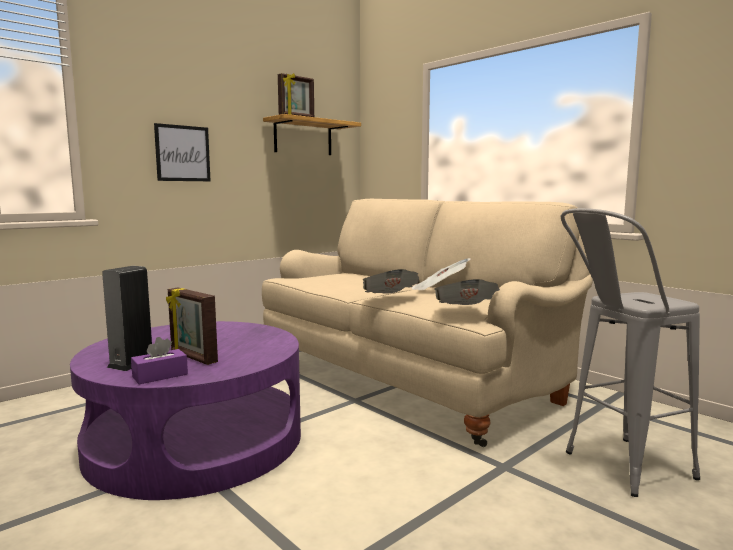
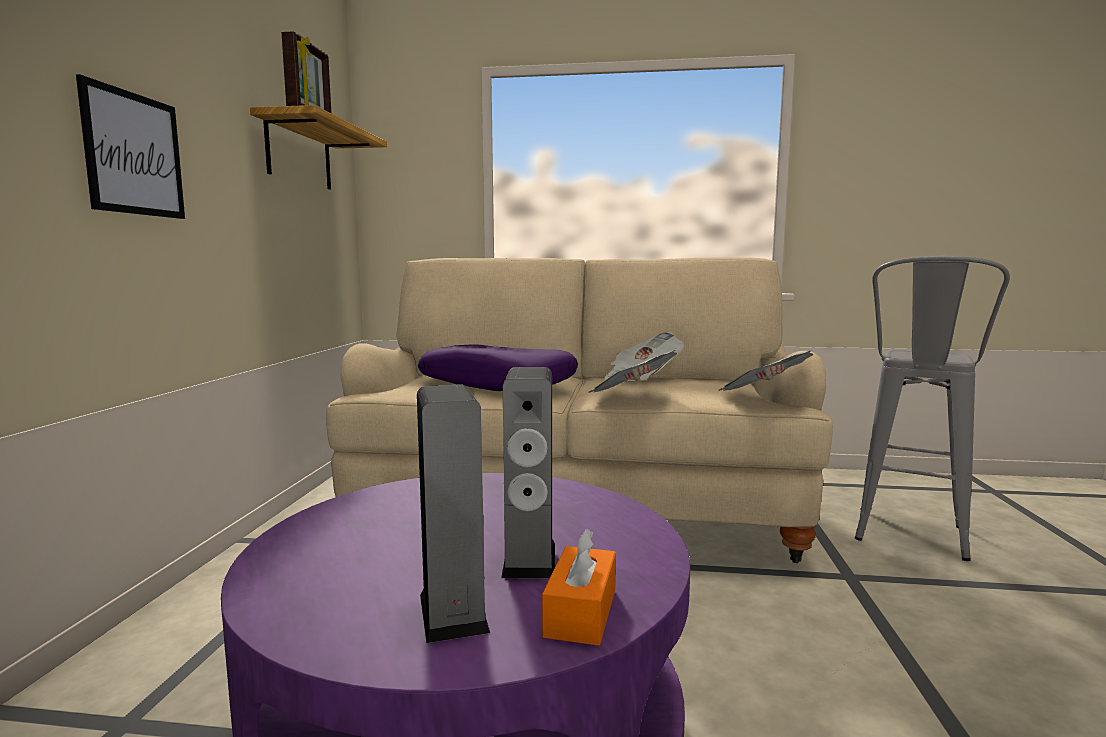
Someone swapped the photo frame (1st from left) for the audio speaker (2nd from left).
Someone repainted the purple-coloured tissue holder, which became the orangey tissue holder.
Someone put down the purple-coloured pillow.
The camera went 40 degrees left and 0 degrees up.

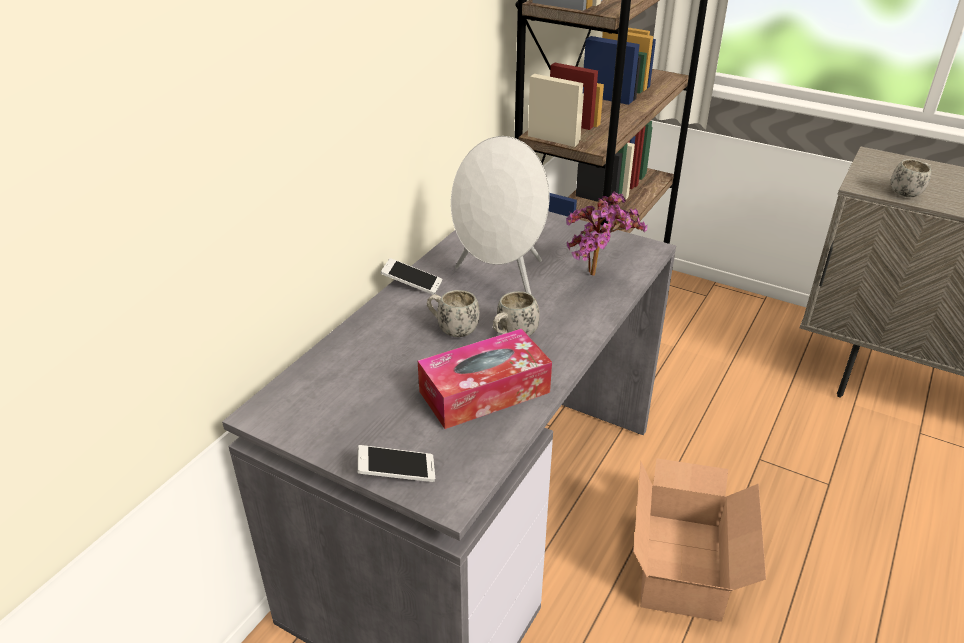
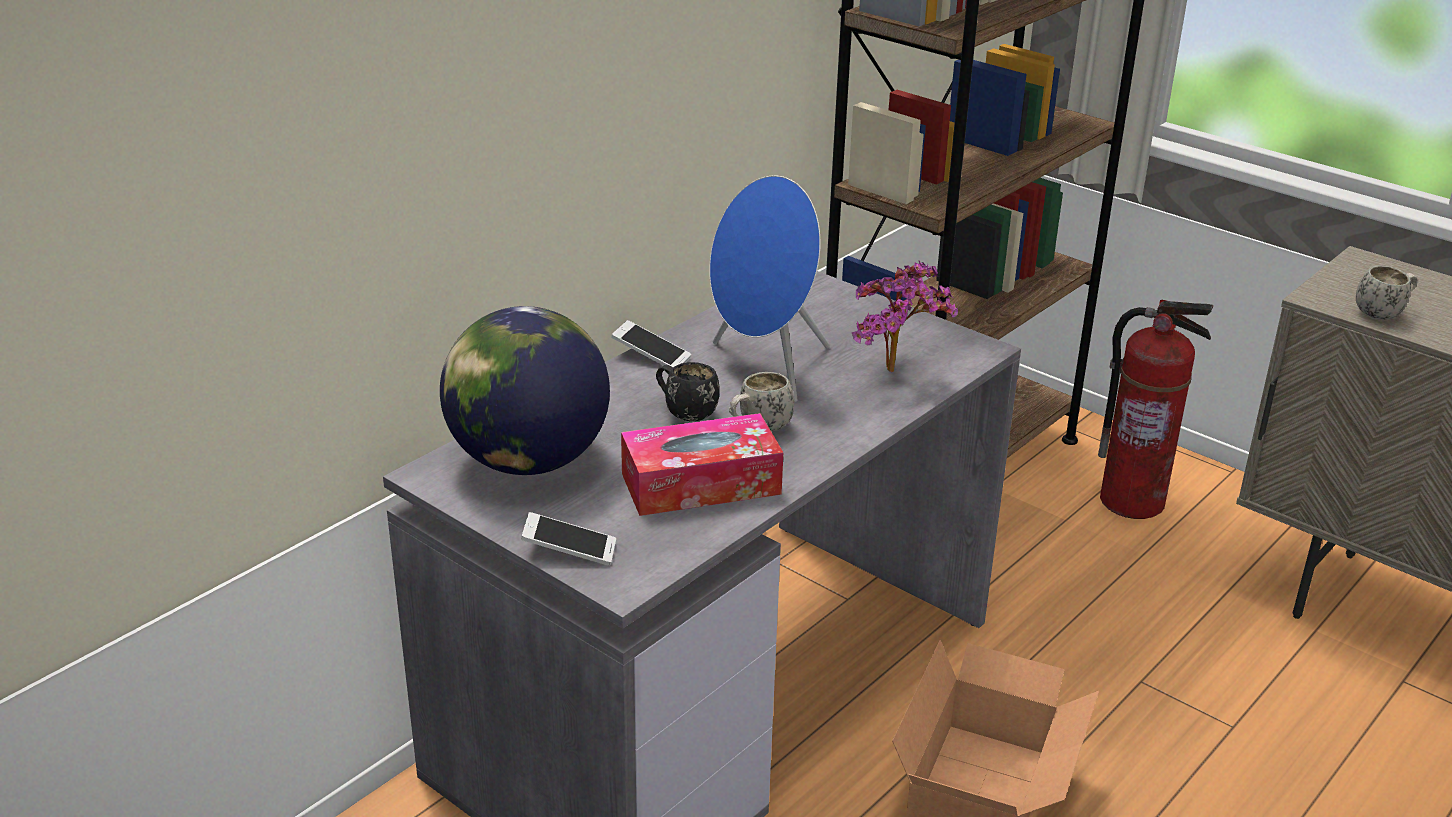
Someone repainted the whitish audio speaker, which became the blue-coloured audio speaker.
Someone repainted the whitish mug (1st from left), which became the black-coloured mug.
Someone put down the fire-fighting cylinder.
Someone put down the desk globe.
The camera went 10 degrees right and 5 degrees down.

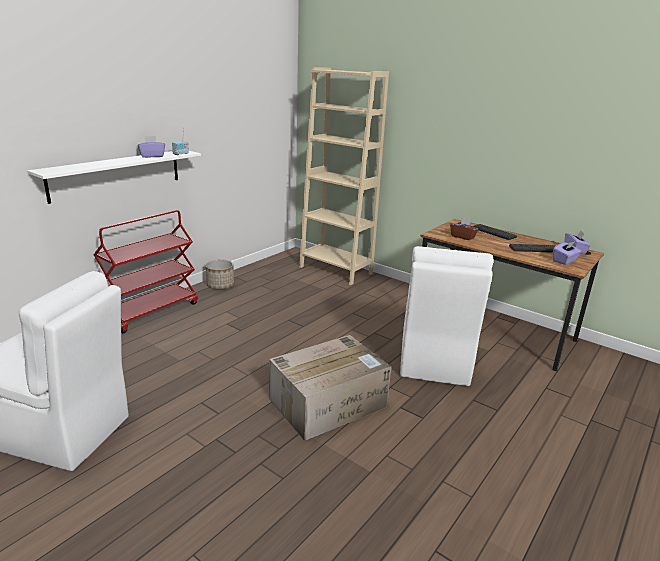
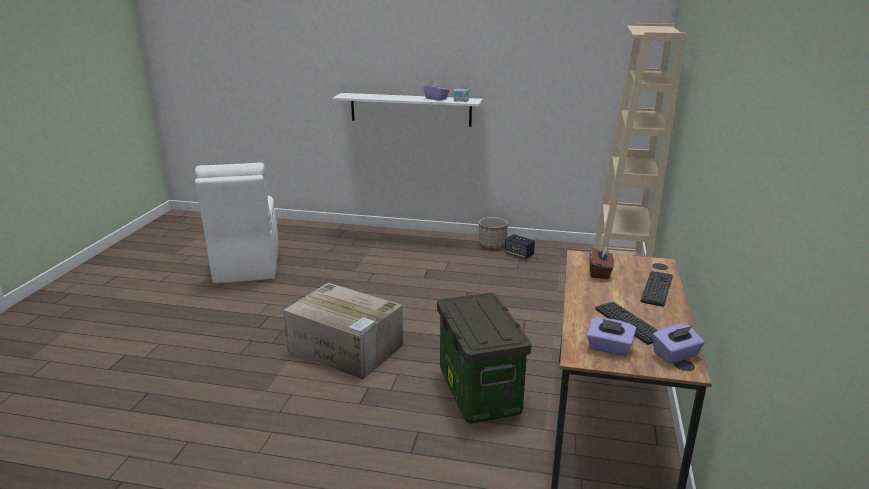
Someone took away the red cart.
Someone swapped the whitish chair (2nd from left) for the storage bin.
Someone put down the audio speaker.
The camera went 65 degrees right and 0 degrees up.

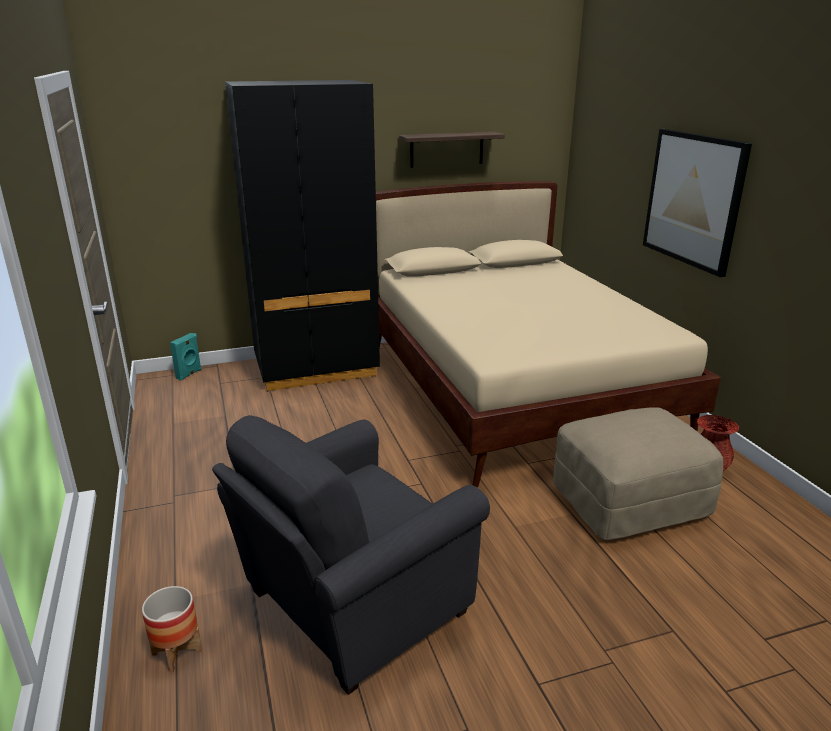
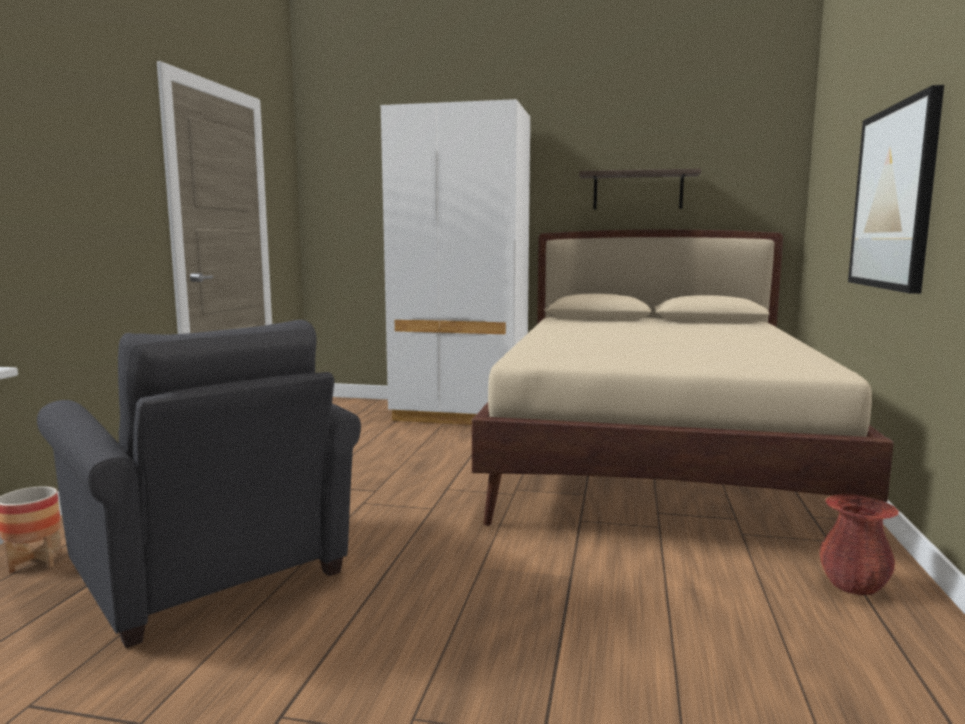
Someone repainted the black-coloured wardrobe, which became the whitish wardrobe.
Someone took away the turquoise-coloured audio speaker.
Someone took away the beige ottoman.
Someone rotated the grey easy chair by 120 degrees counterclockwise.
The camera went 30 degrees right and 15 degrees down.

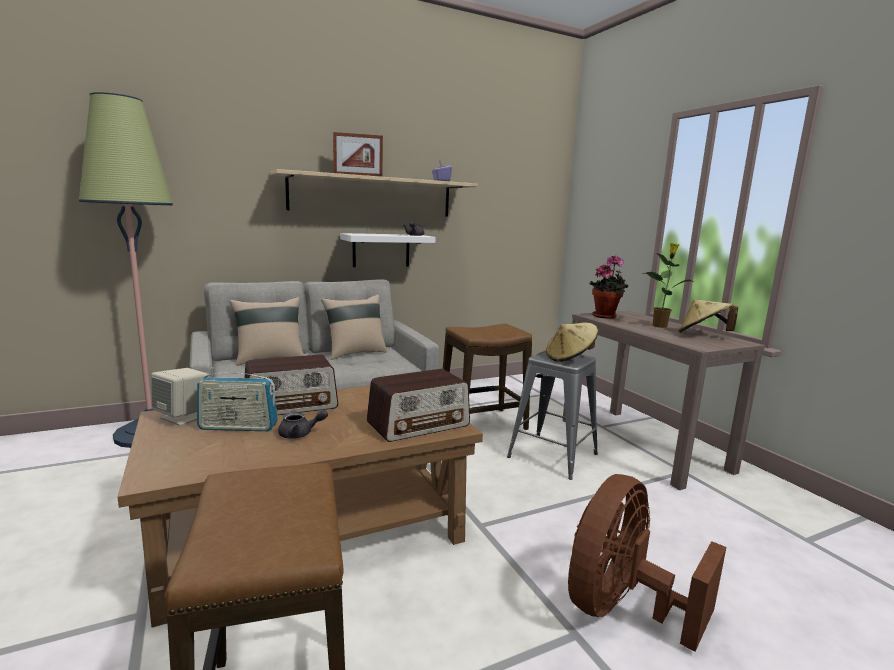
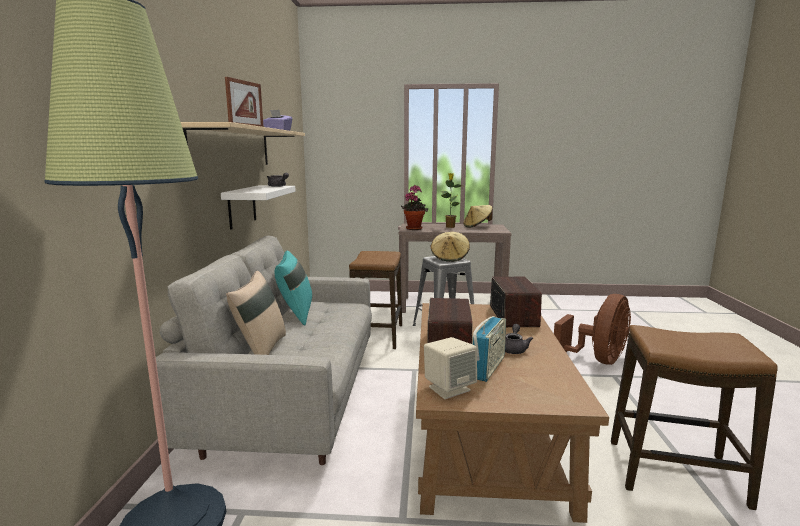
Someone repainted the beige pillow (2nd from left), which became the turquoise-coloured pillow.
Someone rotated the brownish fan by 120 degrees counterclockwise.
The camera went 60 degrees left and 0 degrees up.

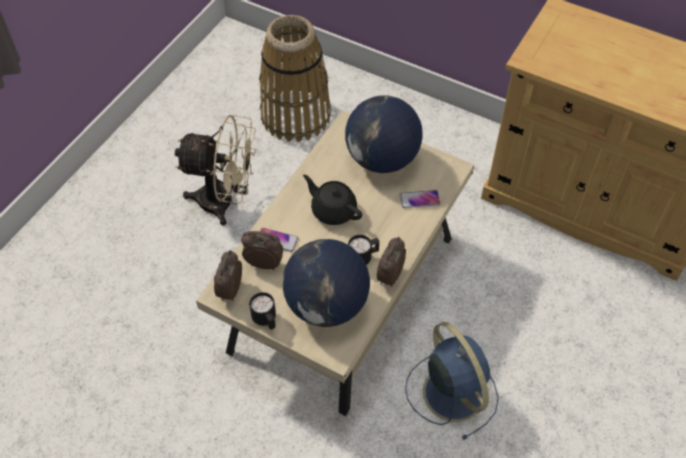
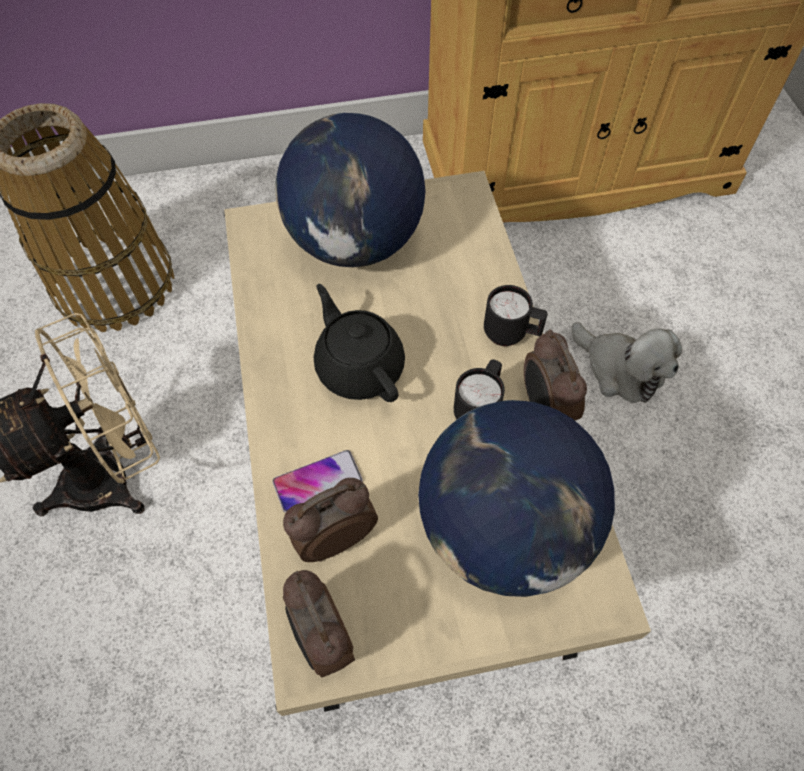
Someone rotated the black-coloured pot for tea by 60 degrees clockwise.
Someone took away the telephone (2nd from left).
Someone carried the black-coloured mug (1st from left in the first image).
Someone took away the blue-coloured fan.
Someone put down the plush toy.
The camera went 40 degrees left and 5 degrees up.

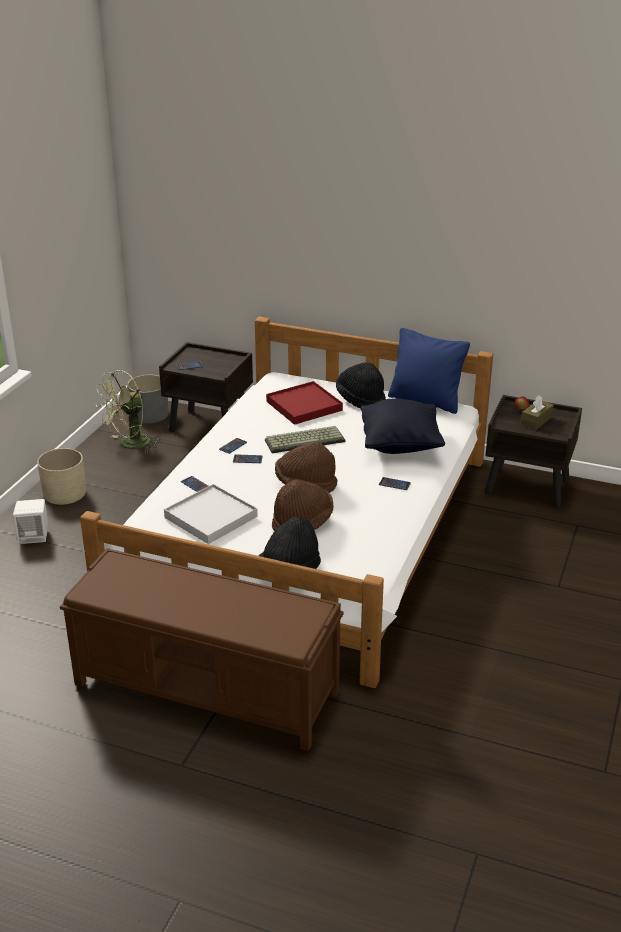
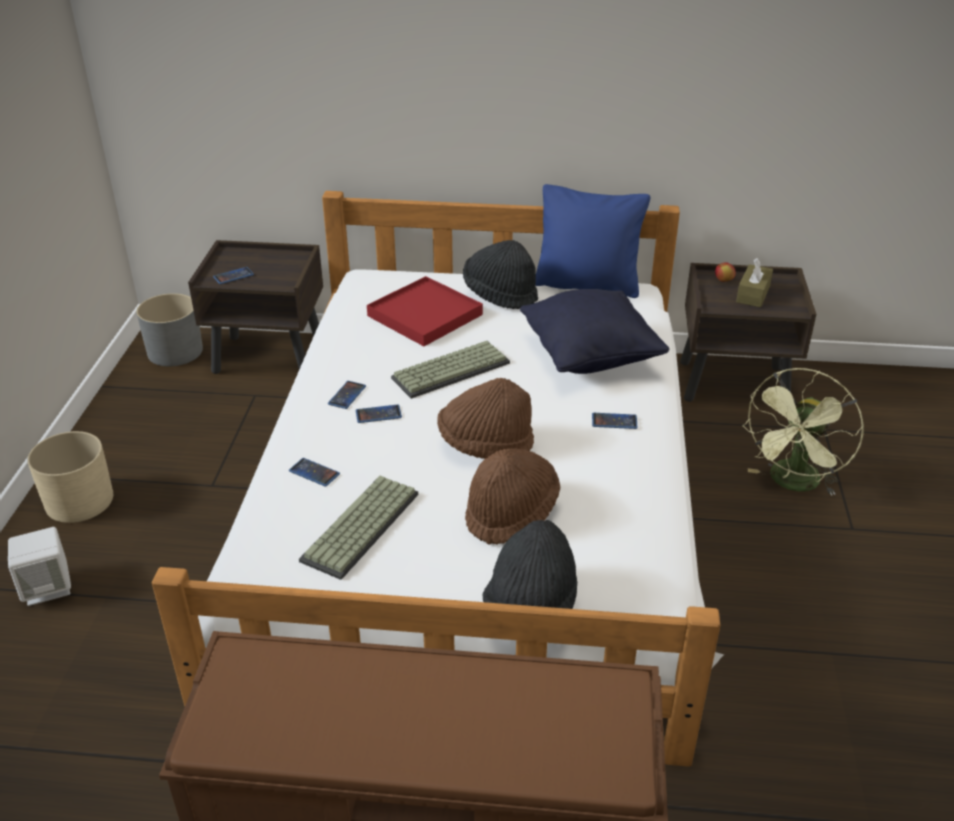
Someone carried the greenish fan.
Someone swapped the whitish tray for the PC keyboard (1st from left).
The camera went 15 degrees left and 5 degrees up.

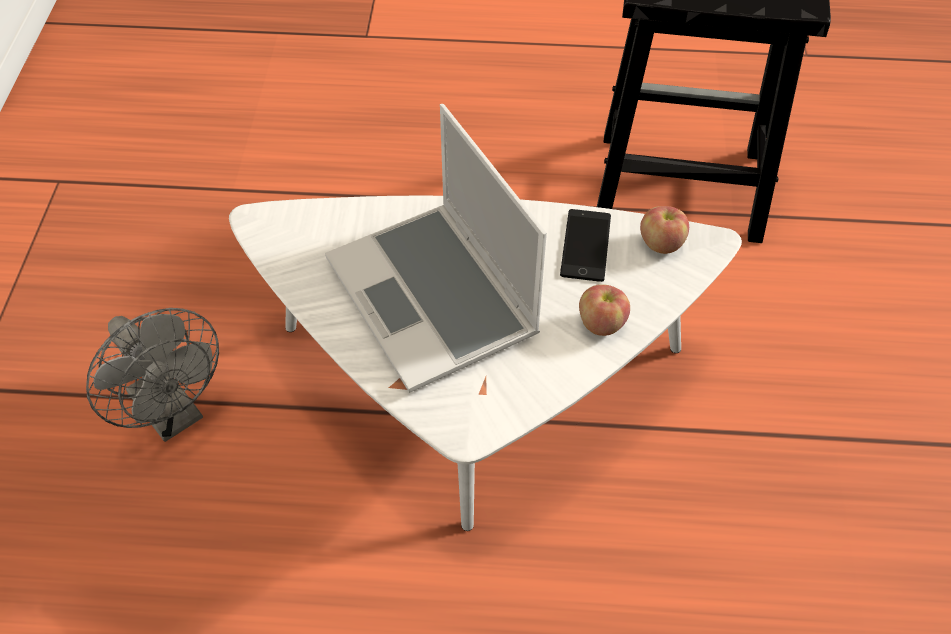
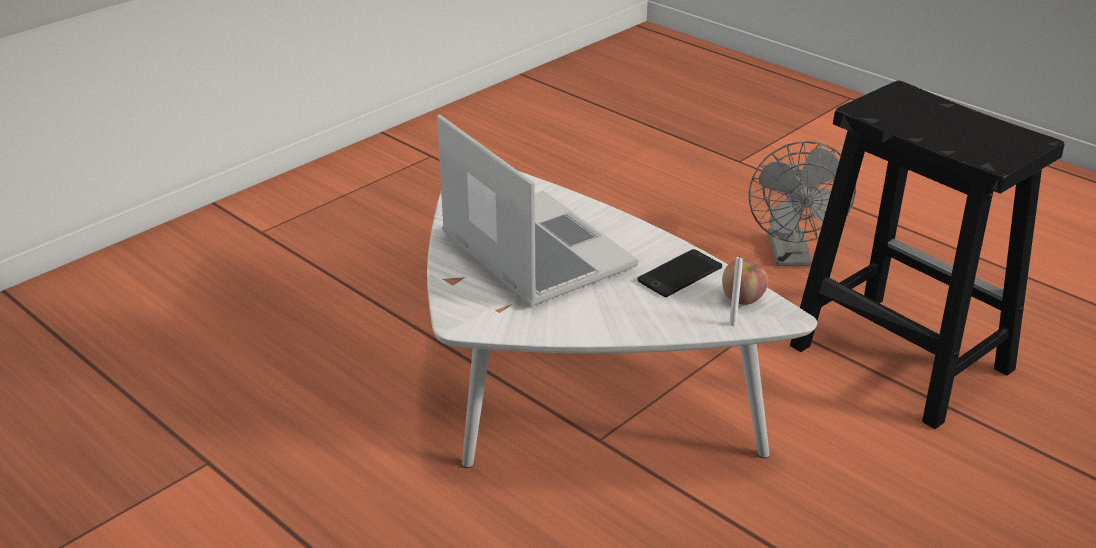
Someone rotated the portable computer by 135 degrees clockwise.
Someone took away the apple fruit (1st from left).
Someone carried the grey fan.
Someone put down the whitish candle.
The camera went 40 degrees right and 20 degrees down.

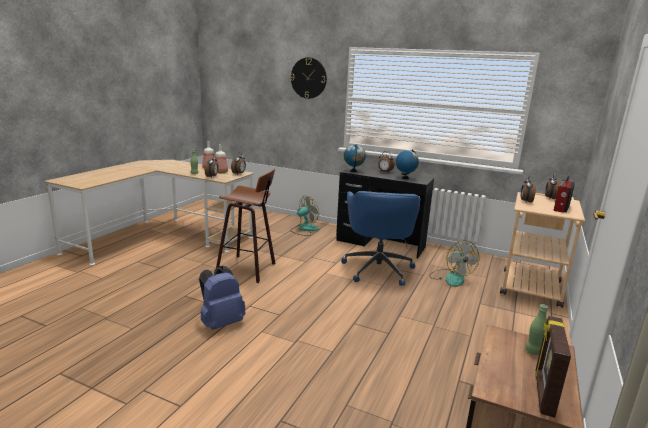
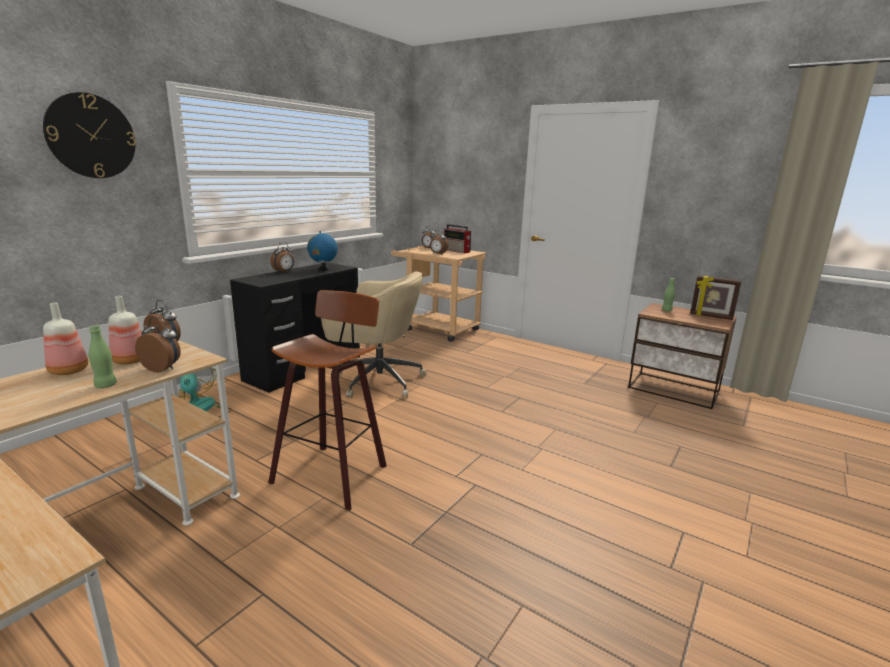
Someone took away the desk globe (1st from left).
Someone repainted the blue-coloured desk chair, which became the beige desk chair.
Someone took away the fan (2nd from left).
Someone took away the blue-coloured rucksack.
The camera went 80 degrees left and 0 degrees up.

